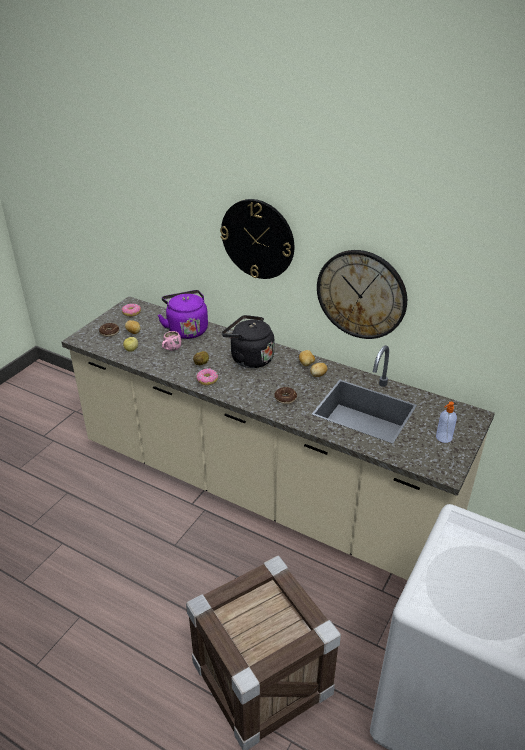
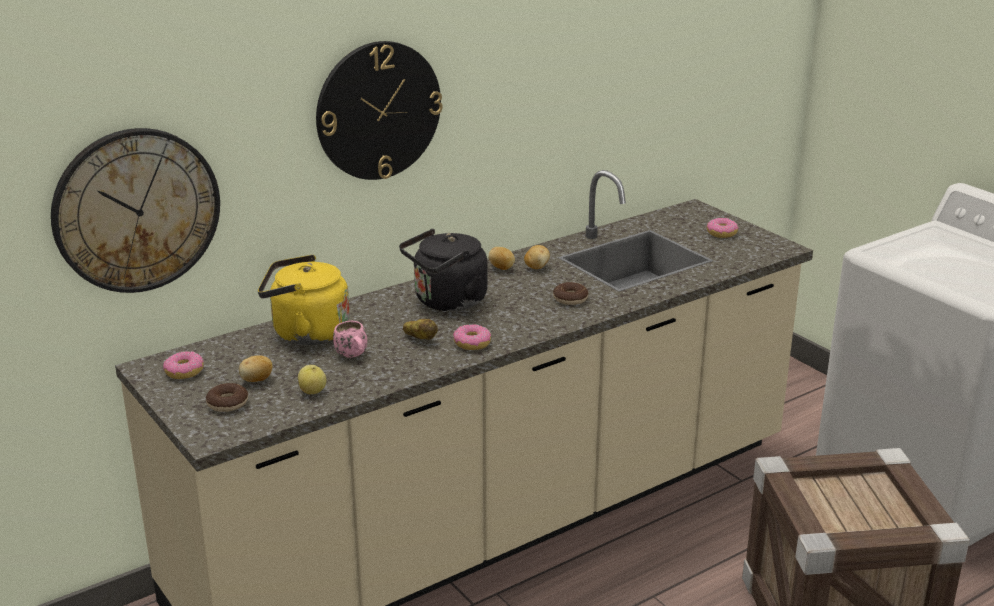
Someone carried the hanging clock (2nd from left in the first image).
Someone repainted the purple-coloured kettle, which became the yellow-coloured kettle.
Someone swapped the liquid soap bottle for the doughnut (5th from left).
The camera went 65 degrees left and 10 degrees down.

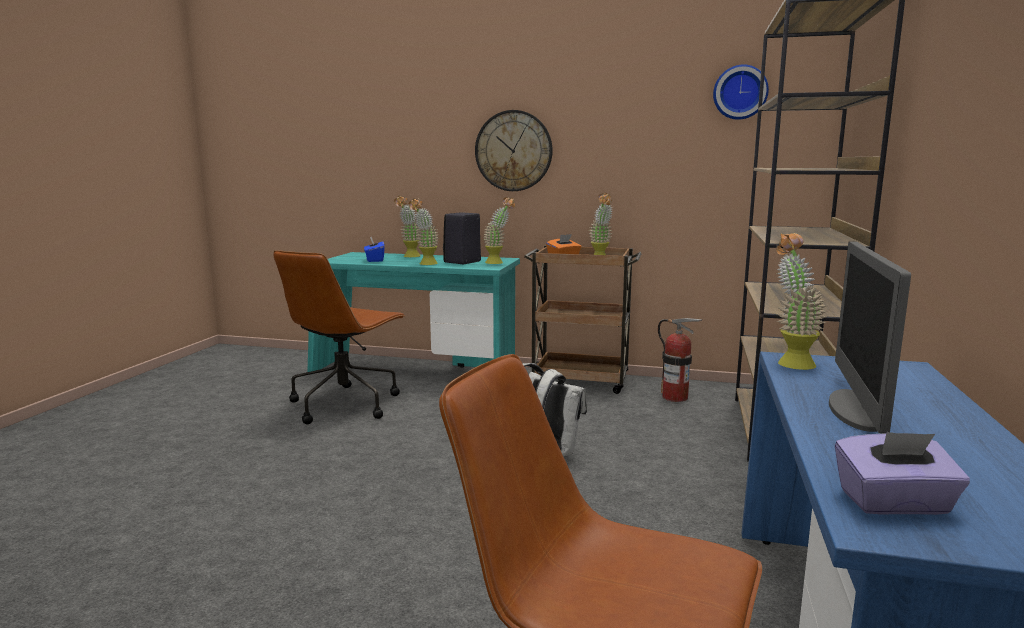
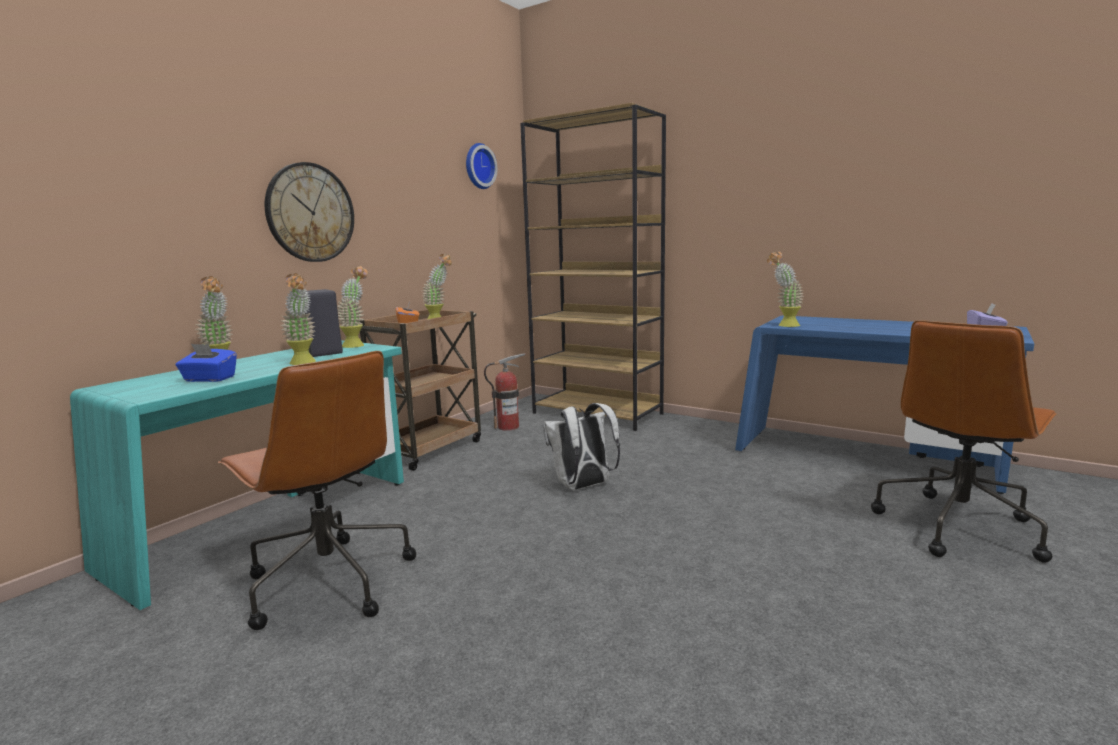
Someone took away the computer screen.
The camera went 70 degrees left and 0 degrees up.

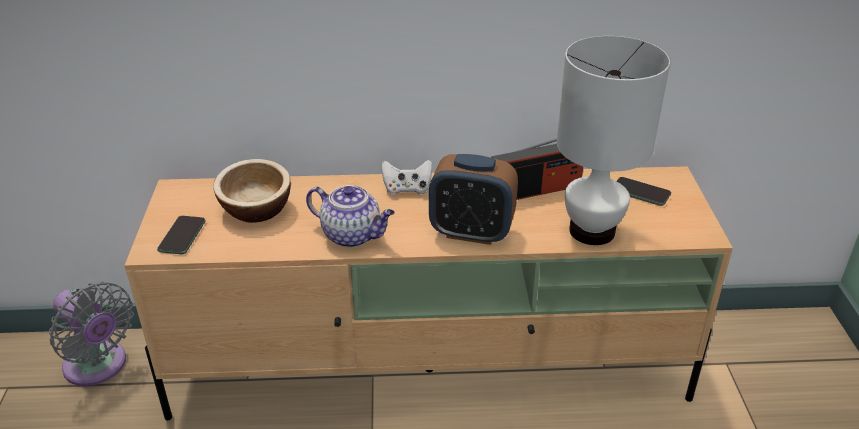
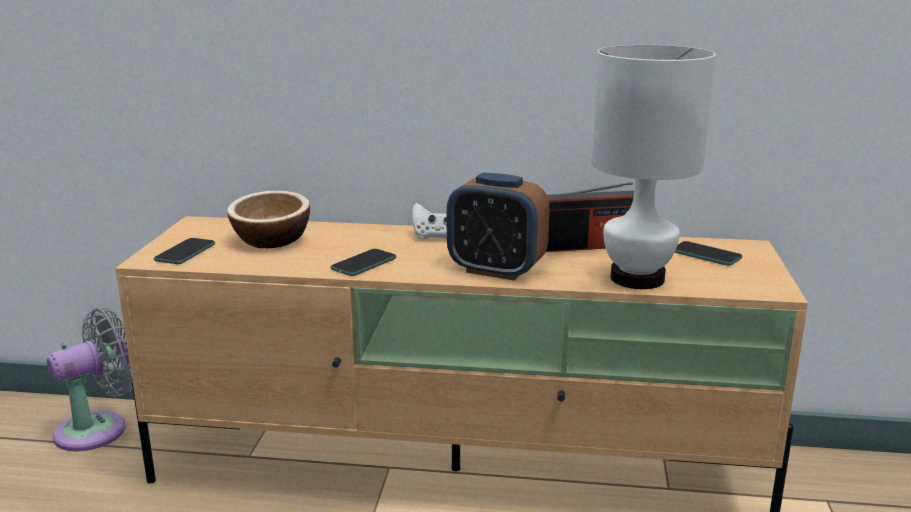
Someone swapped the pot for tea for the telephone (2nd from left).
Someone rotated the grey fan by 90 degrees counterclockwise.
The camera went 10 degrees right and 15 degrees down.

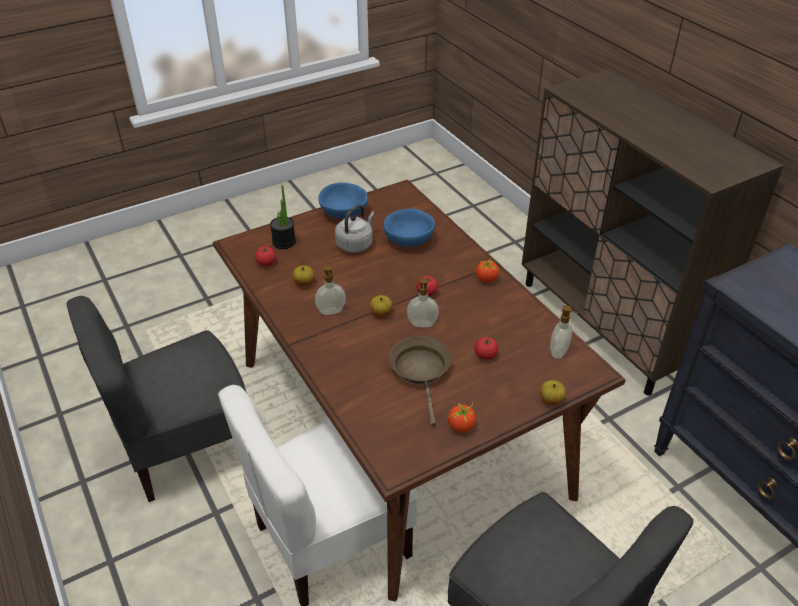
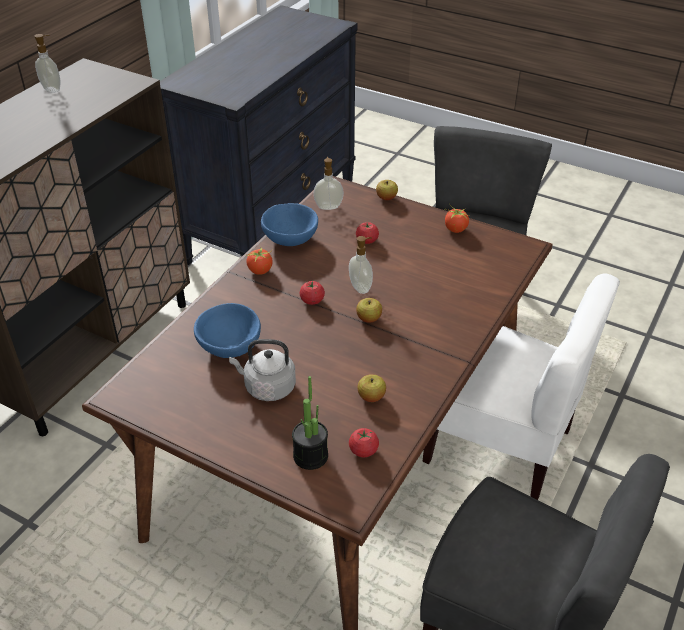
Someone carried the blue-coloured serving bowl (1st from left in the first image).
Someone carried the liquid soap bottle (1st from left).
Someone took away the brownish pan.
The camera went 120 degrees left and 0 degrees up.

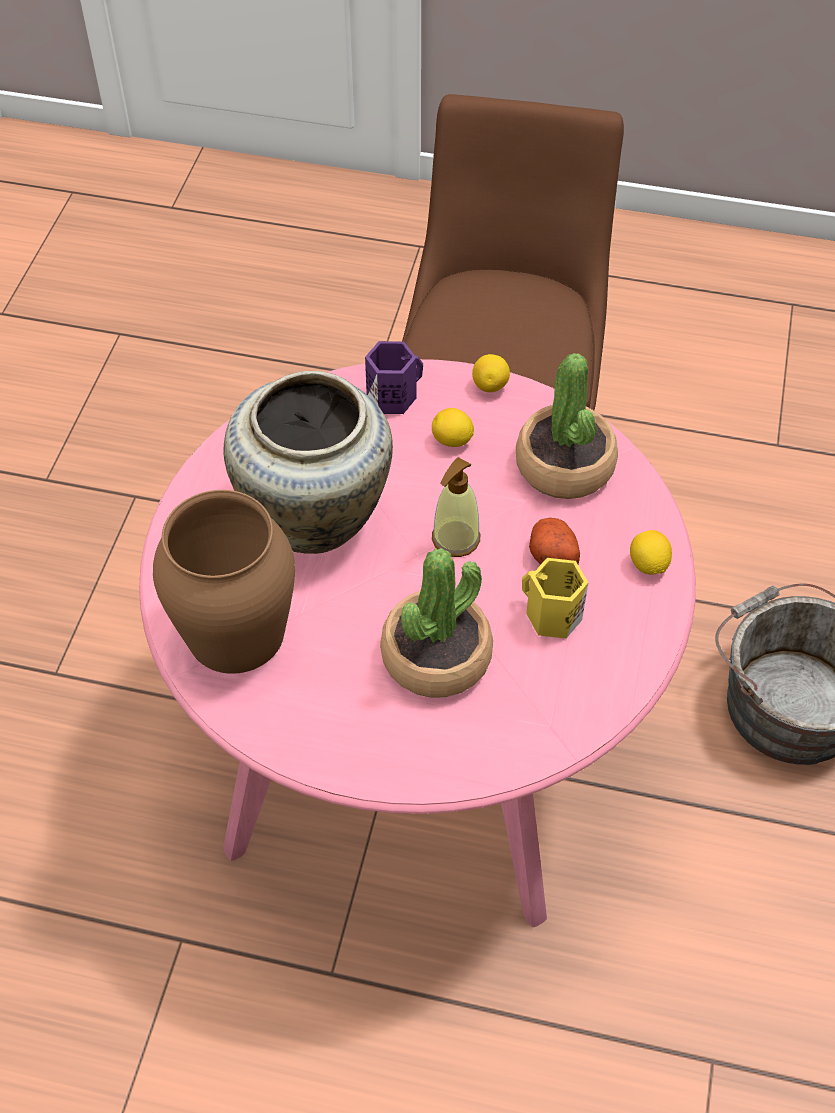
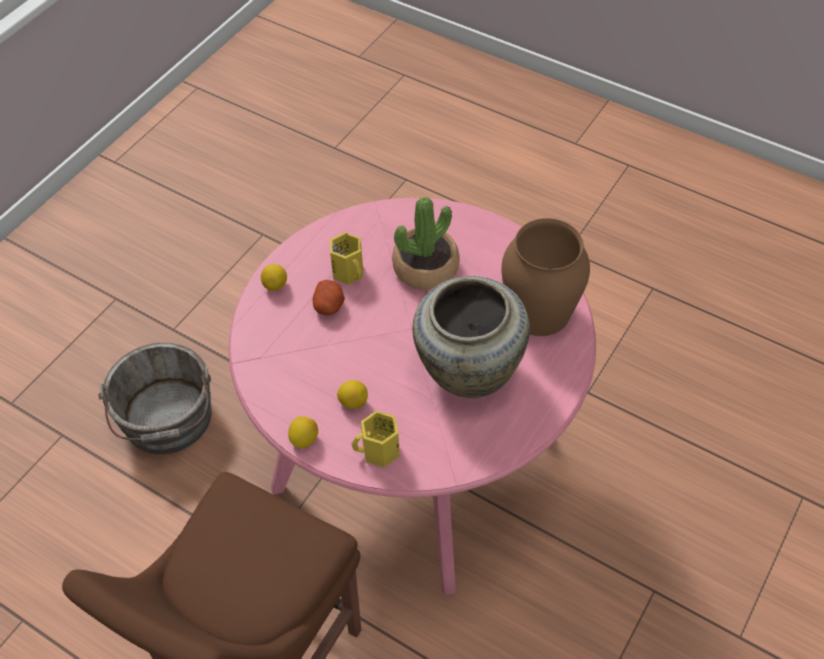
Someone repainted the purple-coloured mug, which became the yellow-coloured mug (2nd from left).
Someone took away the potted plant (2nd from left).
Someone took away the liquid soap bottle.
The camera went 160 degrees left and 0 degrees up.

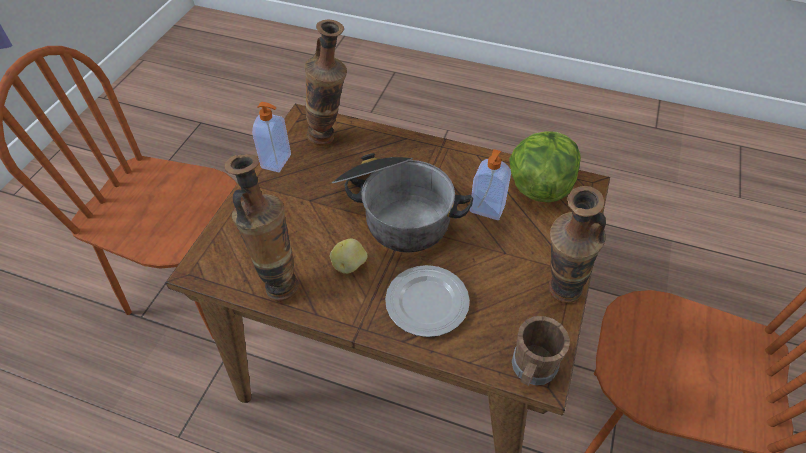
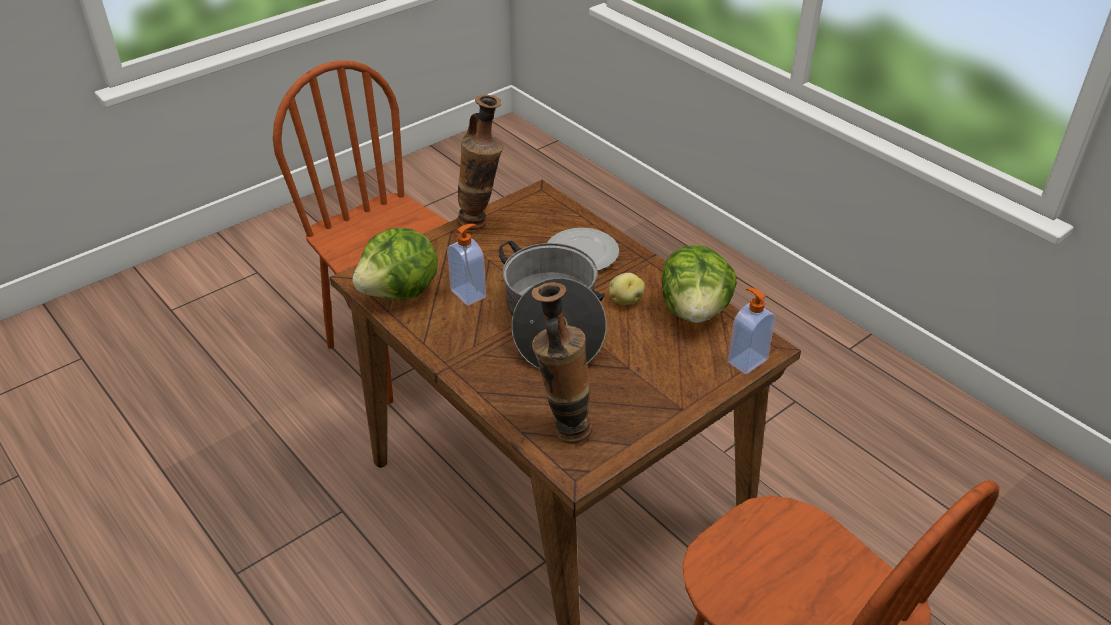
Someone carried the liquid soap bottle (1st from left in the first image).
Someone swapped the flower vase (1st from left) for the lettuce head (2nd from left).
Someone took away the brownish mug.
The camera went 150 degrees left and 10 degrees down.

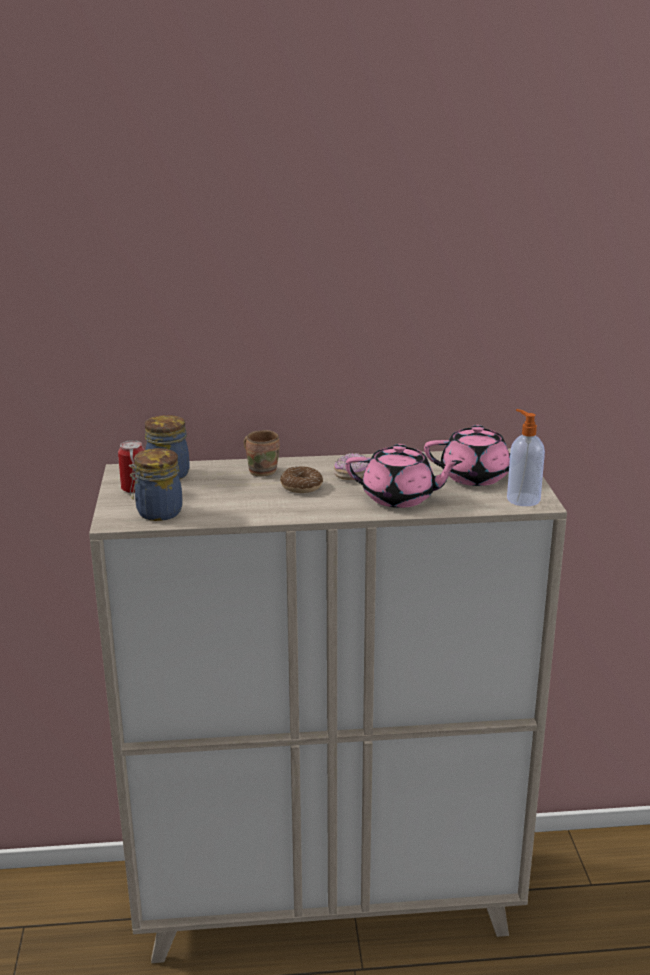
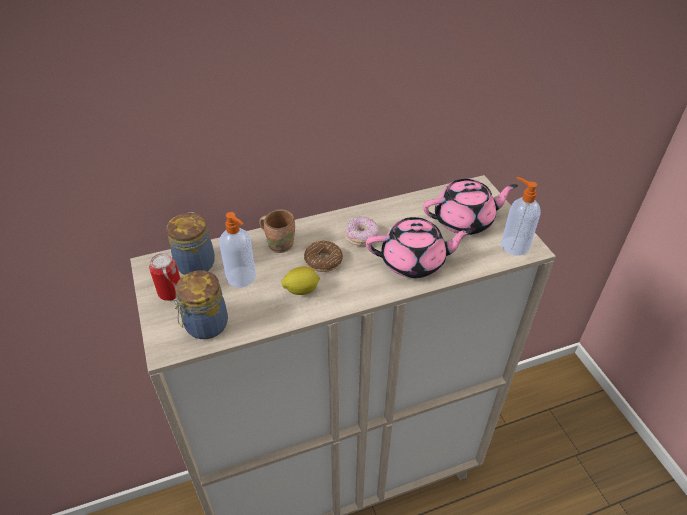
Someone put down the liquid soap bottle (1st from left).
Someone put down the citrus fruit.
The camera went 15 degrees left and 20 degrees up.

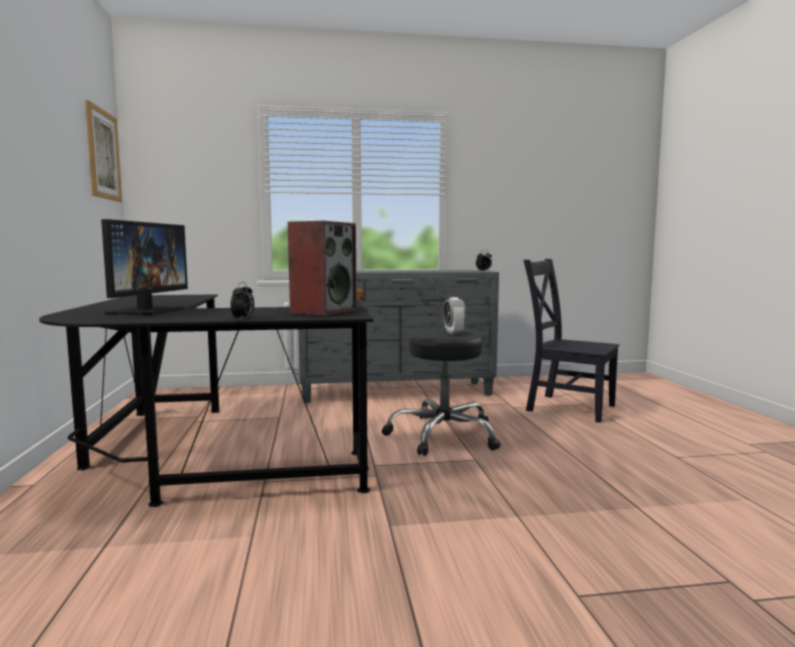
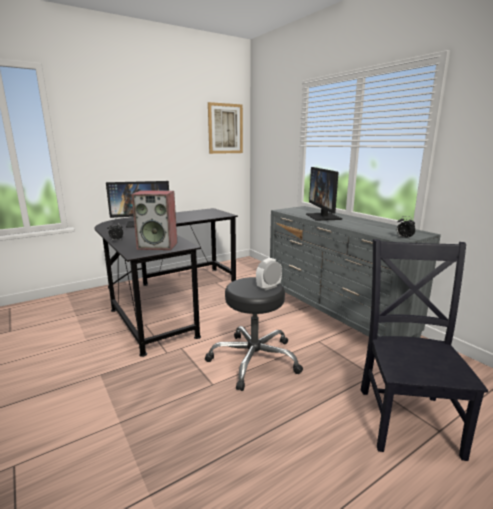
Someone put down the computer screen (2nd from left).
The camera went 65 degrees right and 10 degrees up.

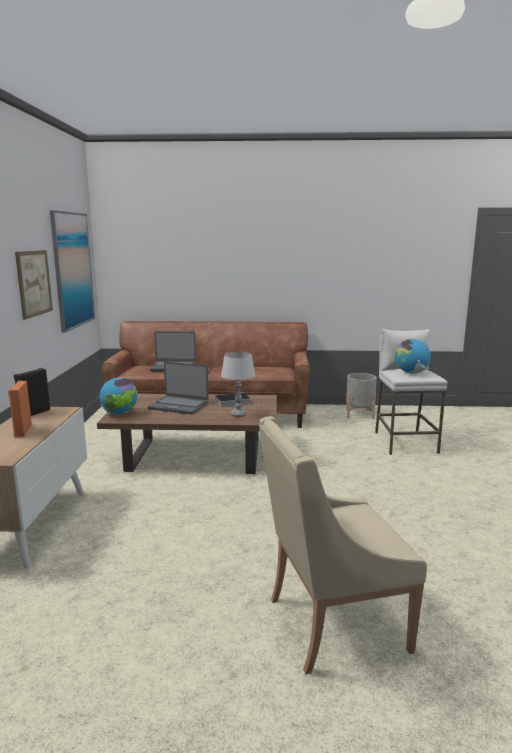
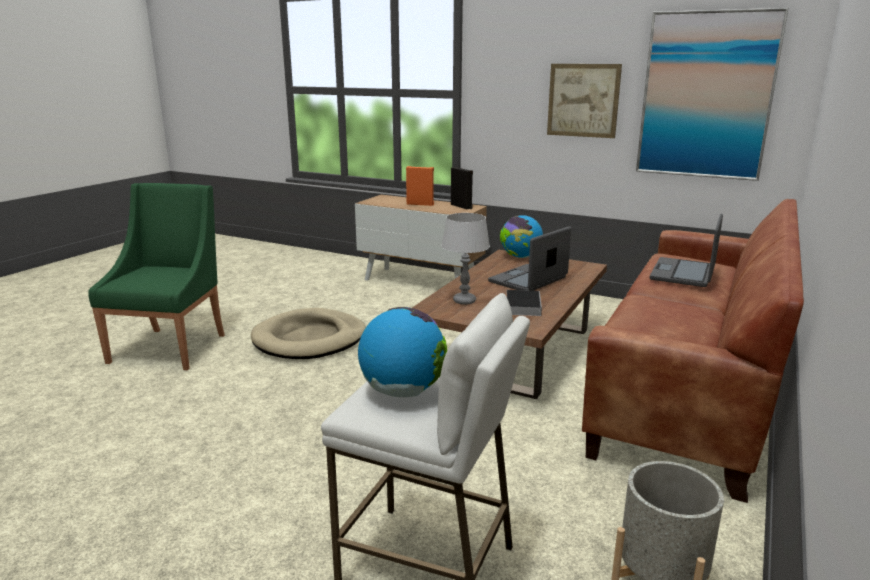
Someone repainted the beige easy chair, which became the greenish easy chair.
Someone put down the beige pet bed.
The camera went 115 degrees right and 5 degrees up.

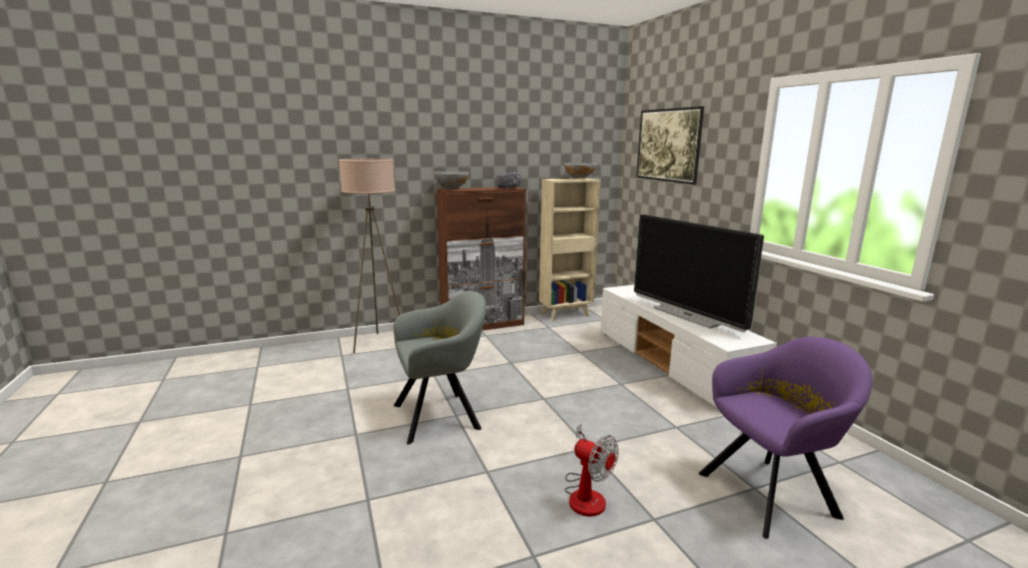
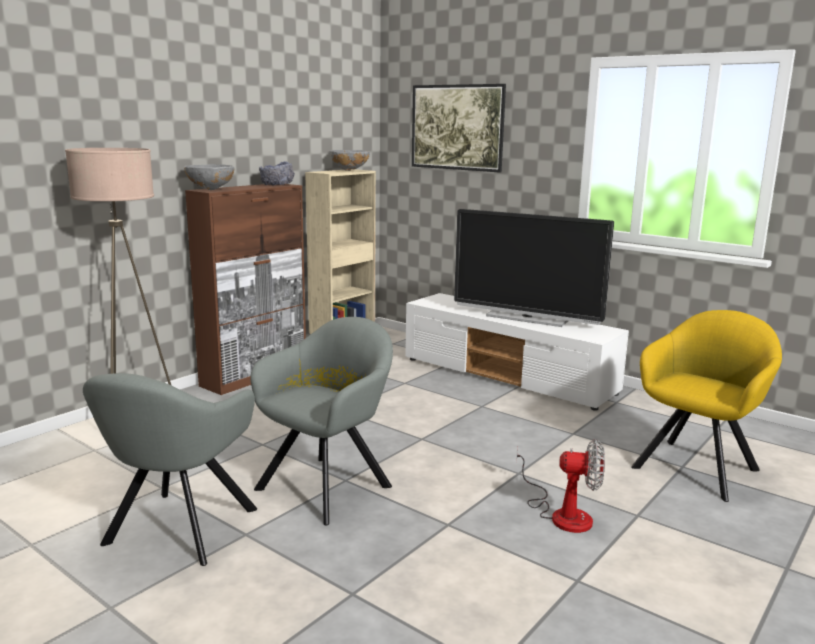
Someone repainted the purple-coloured easy chair, which became the yellow-coloured easy chair.
Someone put down the grey easy chair (1st from left).
The camera went 30 degrees left and 0 degrees up.

